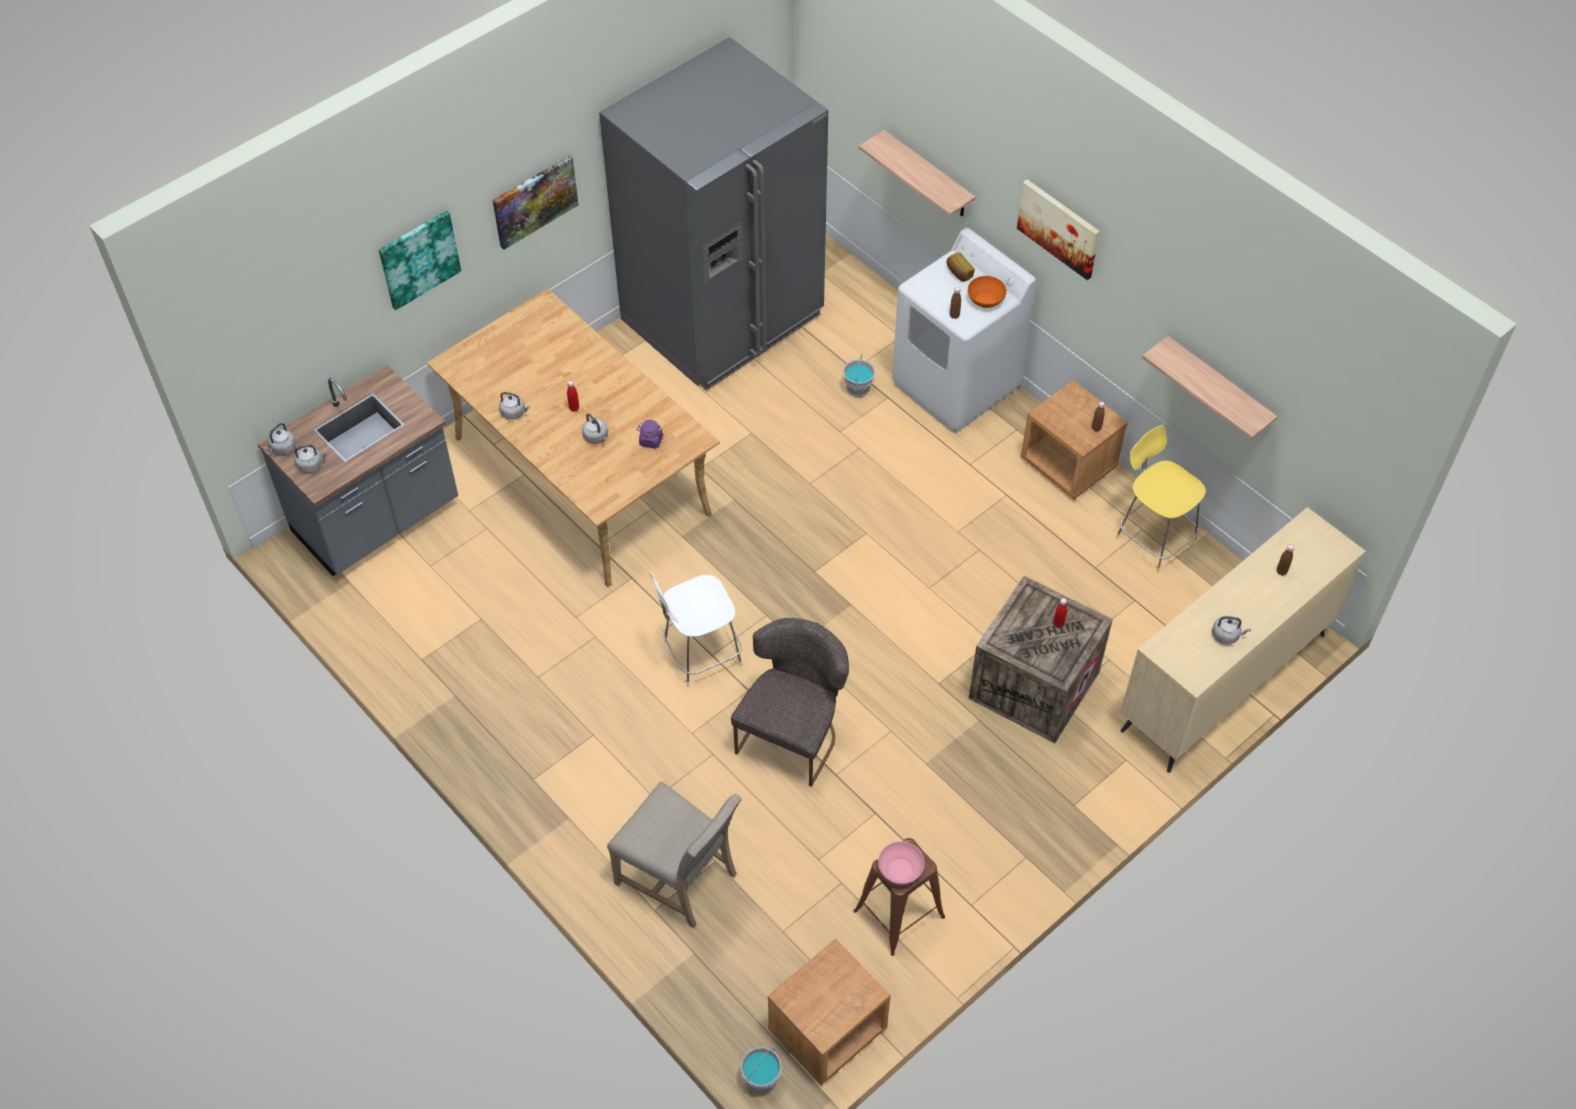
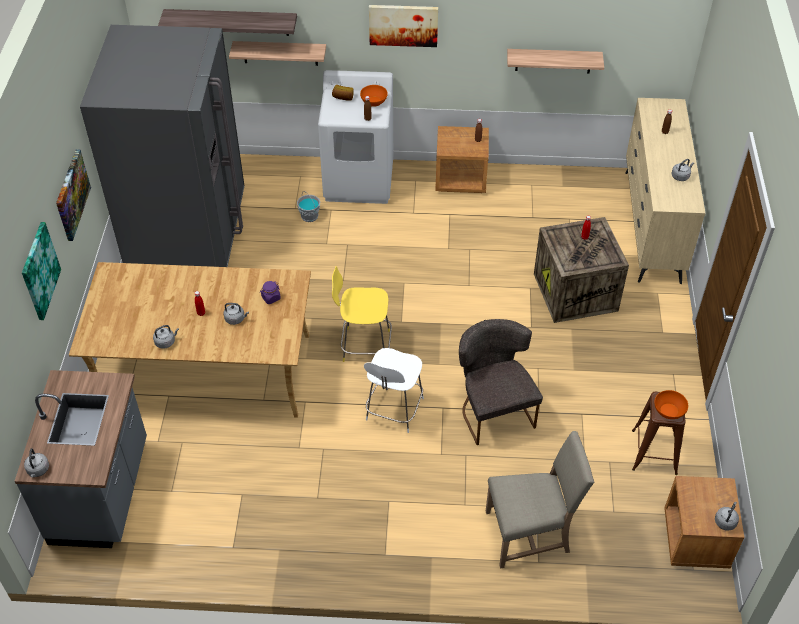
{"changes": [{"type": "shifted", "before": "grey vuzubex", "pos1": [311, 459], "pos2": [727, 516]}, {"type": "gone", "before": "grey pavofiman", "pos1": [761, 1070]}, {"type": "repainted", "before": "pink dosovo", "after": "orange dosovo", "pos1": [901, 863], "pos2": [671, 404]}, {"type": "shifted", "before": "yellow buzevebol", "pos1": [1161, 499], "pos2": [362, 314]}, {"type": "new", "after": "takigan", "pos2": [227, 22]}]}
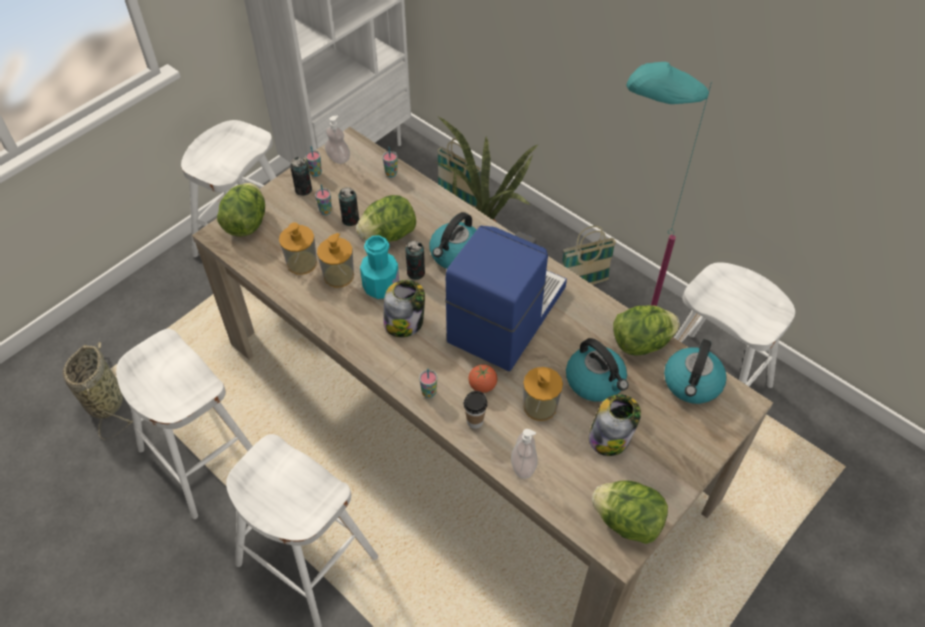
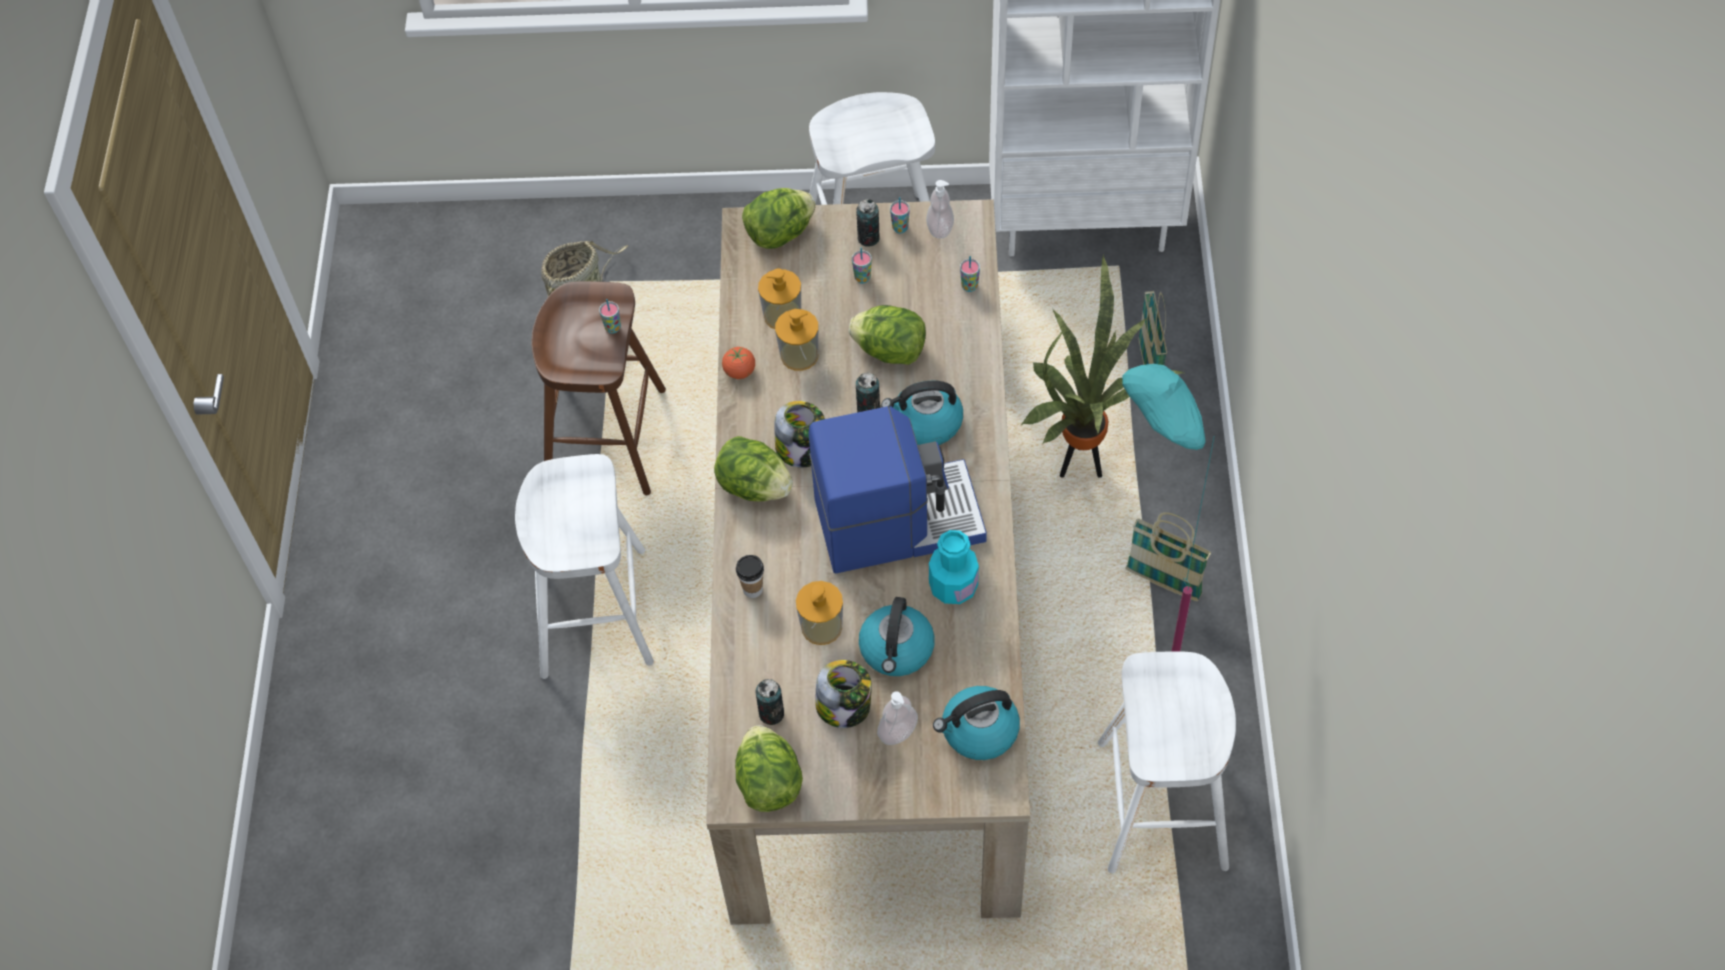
{"changes": [{"type": "repainted", "before": "white buzevebol", "after": "brown buzevebol", "pos1": [184, 424], "pos2": [598, 388]}, {"type": "shifted", "before": "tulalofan", "pos1": [348, 206], "pos2": [769, 702]}, {"type": "shifted", "before": "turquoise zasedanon", "pos1": [379, 267], "pos2": [954, 567]}, {"type": "shifted", "before": "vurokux", "pos1": [428, 383], "pos2": [610, 316]}, {"type": "shifted", "before": "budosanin", "pos1": [483, 379], "pos2": [738, 363]}, {"type": "shifted", "before": "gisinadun", "pos1": [524, 454], "pos2": [897, 718]}, {"type": "shifted", "before": "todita", "pos1": [646, 330], "pos2": [753, 468]}]}
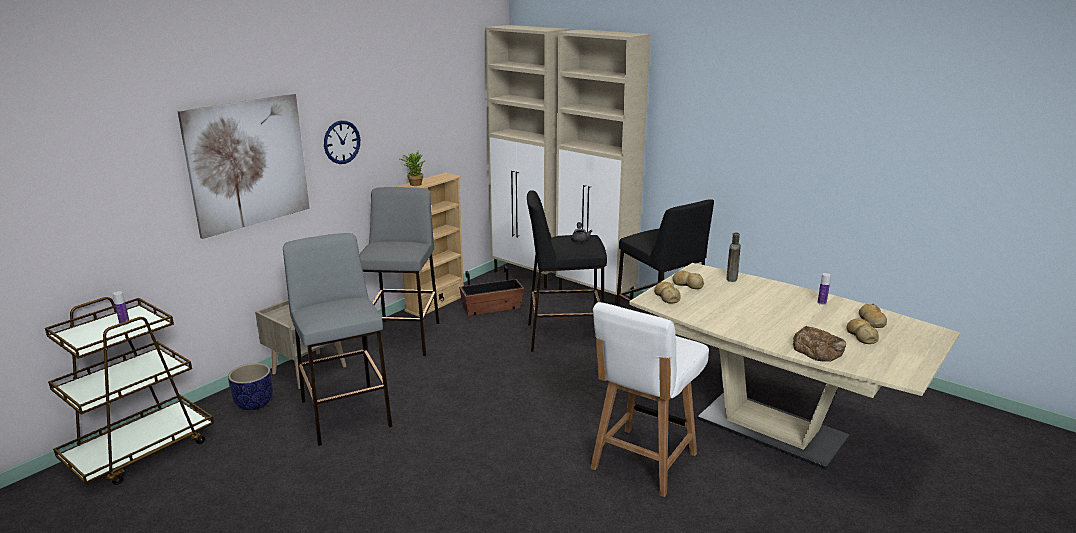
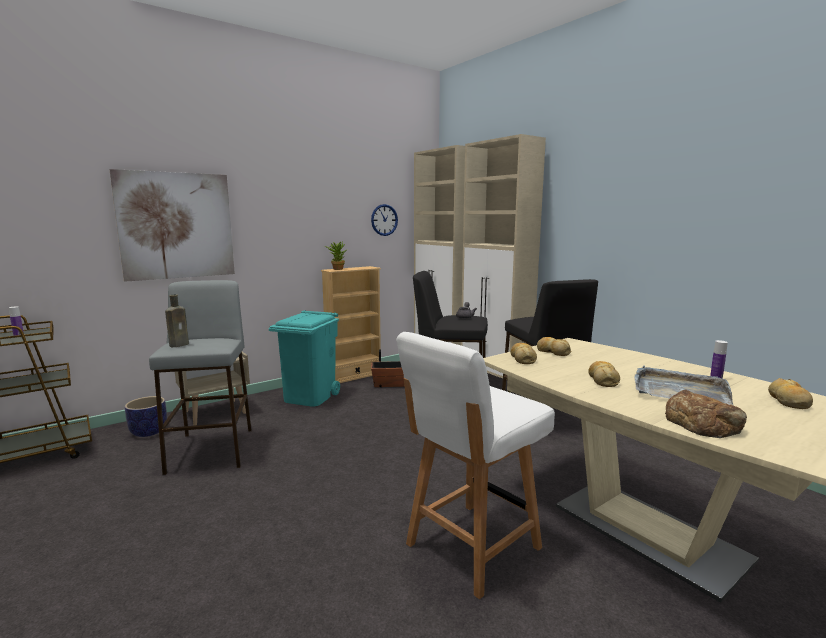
{"changes": [{"type": "shifted", "before": "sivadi", "pos1": [342, 142], "pos2": [384, 220]}, {"type": "swapped", "before": "grey buzevebol", "after": "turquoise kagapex", "pos1": [400, 271], "pos2": [304, 358]}, {"type": "shifted", "before": "brown zasedanon", "pos1": [733, 257], "pos2": [177, 320]}, {"type": "shifted", "before": "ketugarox", "pos1": [862, 331], "pos2": [604, 374]}, {"type": "new", "after": "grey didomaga", "pos2": [684, 386]}]}
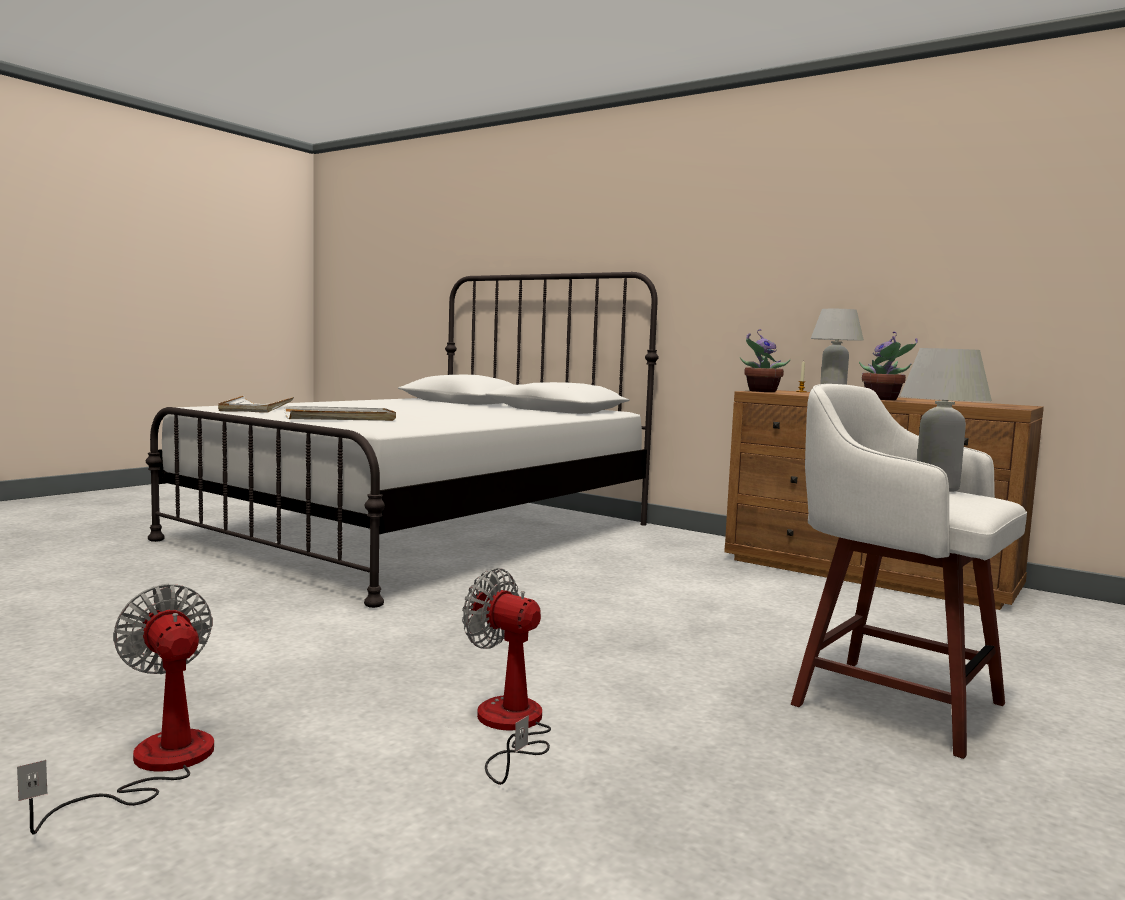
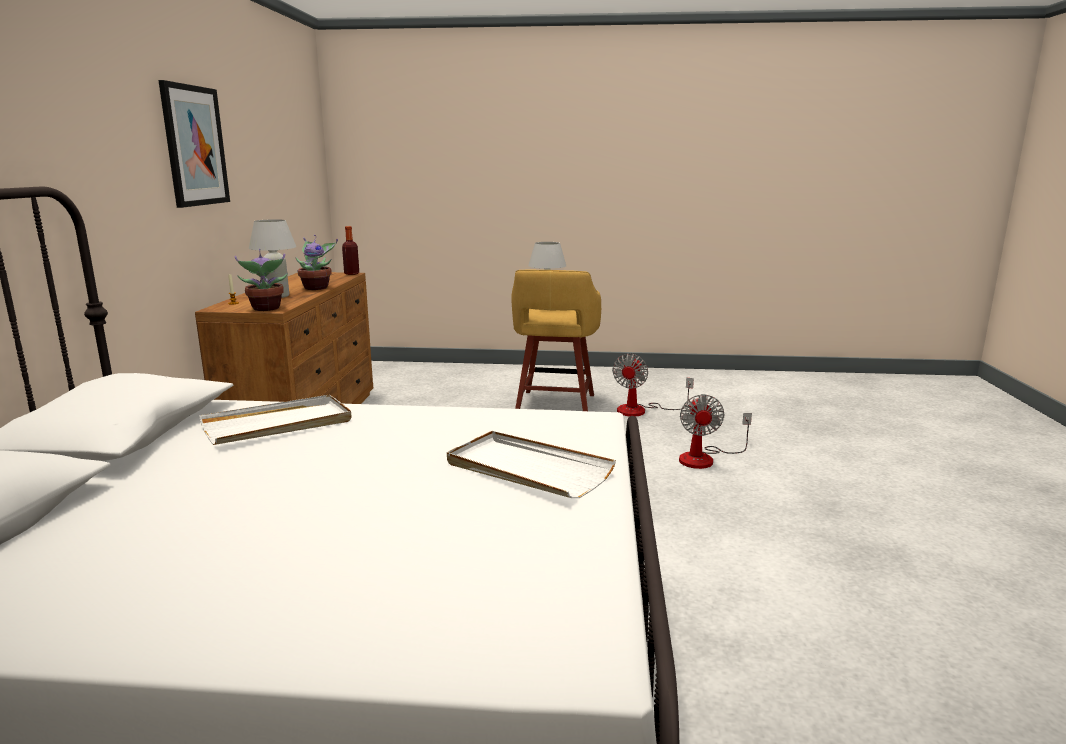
{"changes": [{"type": "shifted", "before": "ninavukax", "pos1": [115, 709], "pos2": [653, 385]}, {"type": "shifted", "before": "white didomaga", "pos1": [256, 404], "pos2": [275, 420]}, {"type": "repainted", "before": "white buzevebol", "after": "yellow buzevebol", "pos1": [909, 571], "pos2": [556, 340]}, {"type": "new", "after": "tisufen", "pos2": [194, 144]}, {"type": "new", "after": "zasedanon", "pos2": [350, 250]}]}
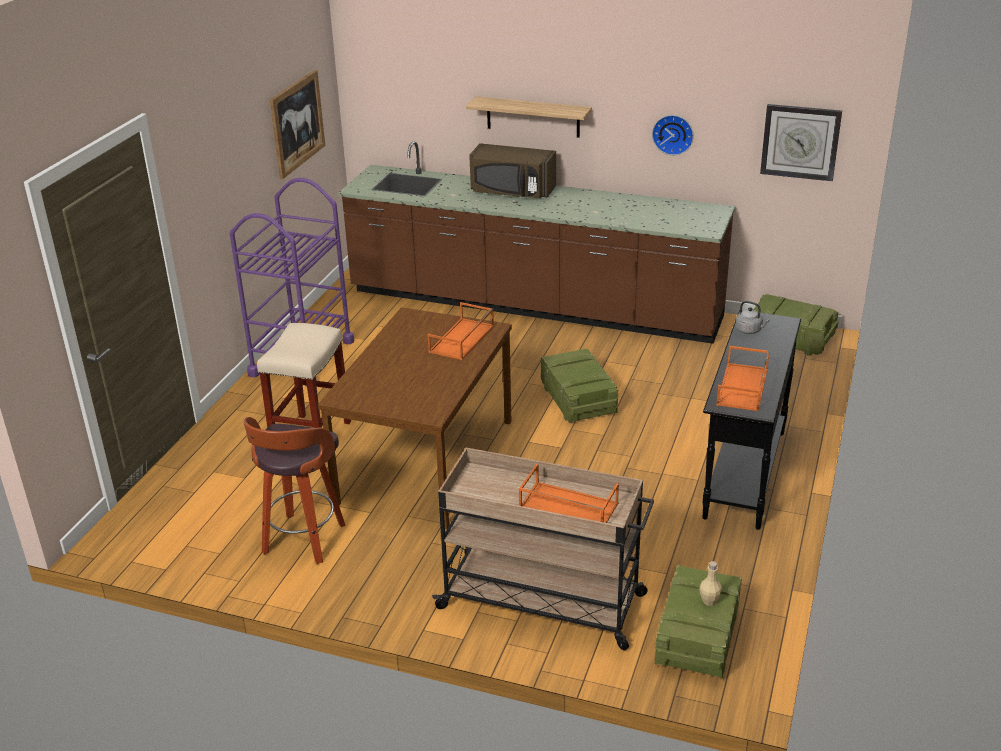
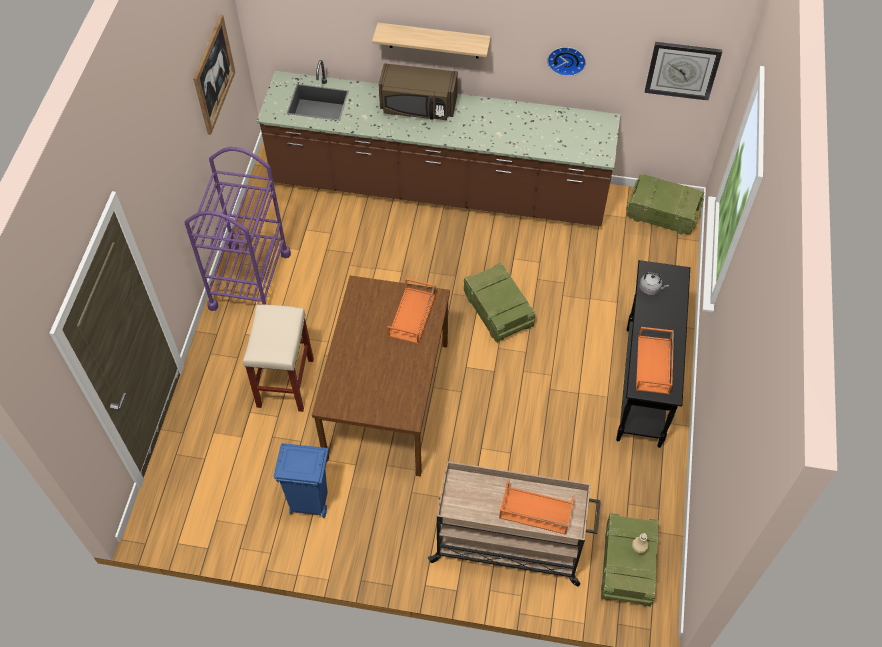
{"changes": [{"type": "swapped", "before": "buzevebol", "after": "blue kagapex", "pos1": [294, 490], "pos2": [301, 480]}]}
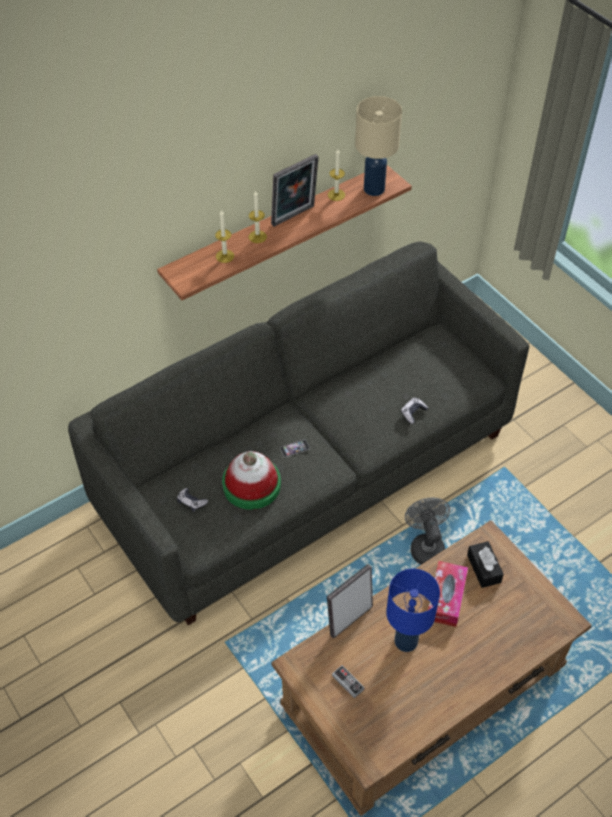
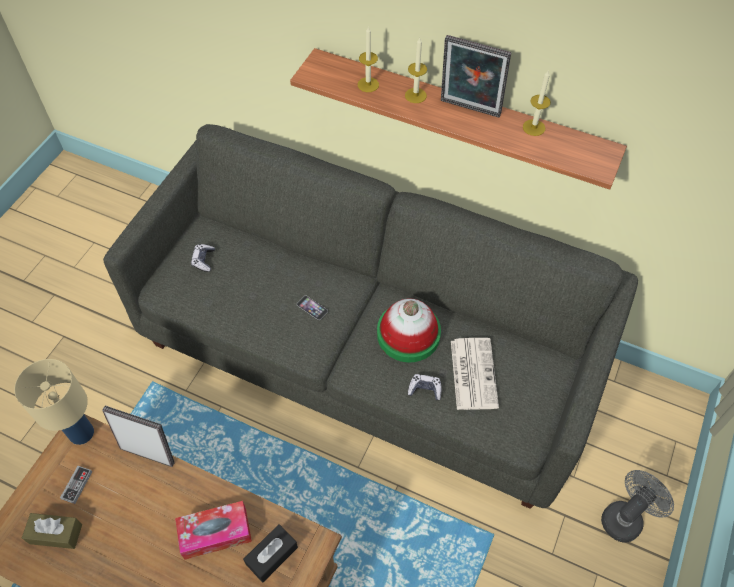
{"changes": [{"type": "shifted", "before": "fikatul", "pos1": [251, 480], "pos2": [409, 330]}, {"type": "shifted", "before": "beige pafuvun", "pos1": [378, 146], "pos2": [54, 402]}, {"type": "gone", "before": "blue pafuvun", "pos1": [413, 610]}, {"type": "shifted", "before": "grey ninavukax", "pos1": [427, 531], "pos2": [637, 506]}, {"type": "new", "after": "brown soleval", "pos2": [52, 531]}, {"type": "new", "after": "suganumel", "pos2": [475, 374]}]}
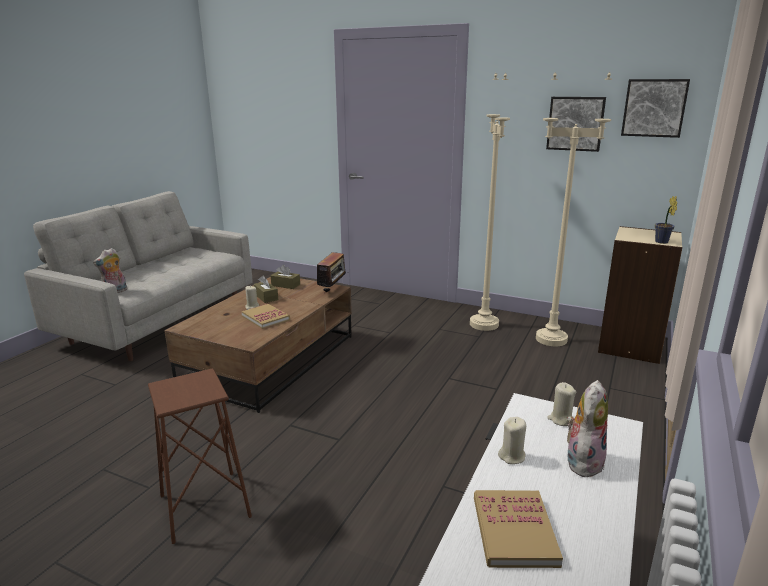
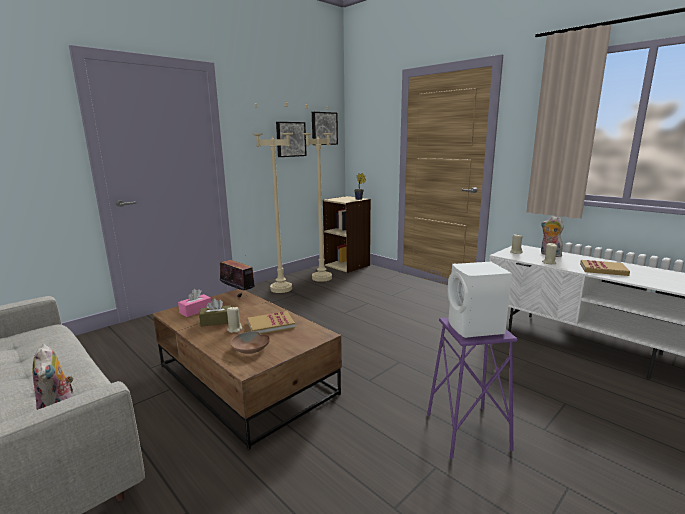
{"changes": [{"type": "repainted", "before": "brown buzevebol", "after": "purple buzevebol", "pos1": [200, 456], "pos2": [472, 388]}, {"type": "repainted", "before": "brown soleval", "after": "pink soleval", "pos1": [285, 277], "pos2": [195, 303]}, {"type": "new", "after": "brown dosovo", "pos2": [250, 342]}, {"type": "new", "after": "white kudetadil", "pos2": [479, 300]}]}
